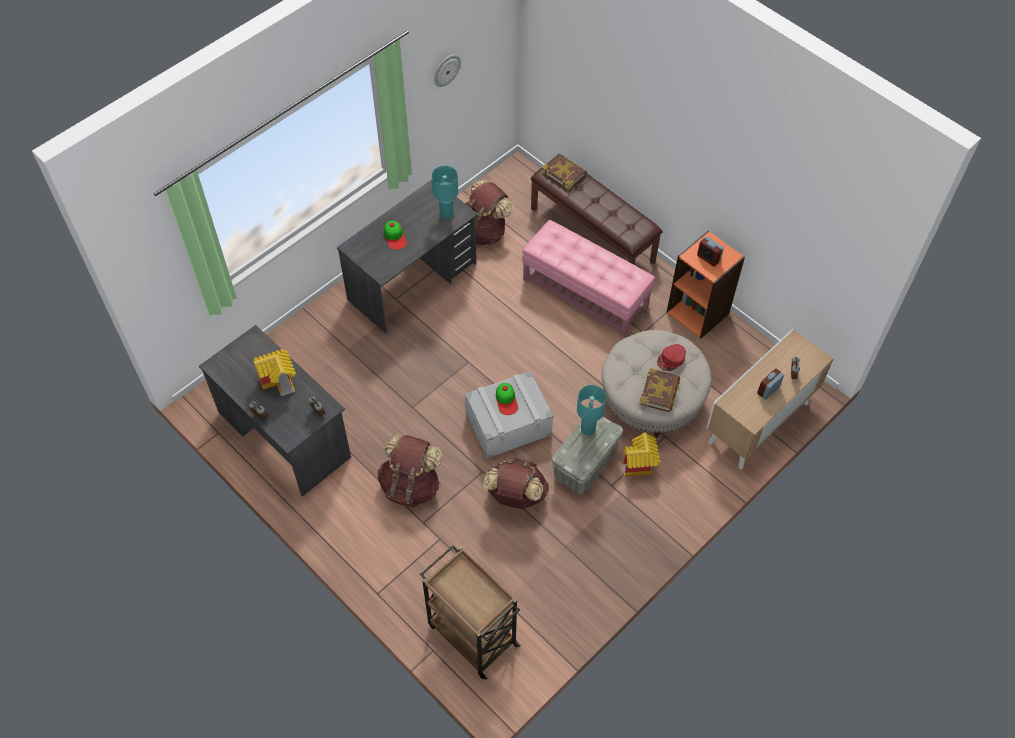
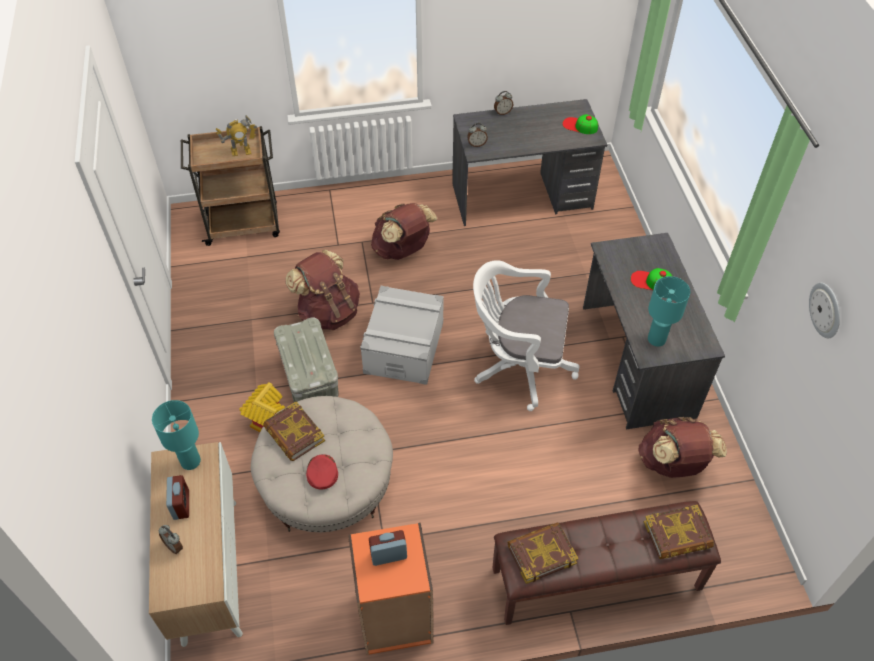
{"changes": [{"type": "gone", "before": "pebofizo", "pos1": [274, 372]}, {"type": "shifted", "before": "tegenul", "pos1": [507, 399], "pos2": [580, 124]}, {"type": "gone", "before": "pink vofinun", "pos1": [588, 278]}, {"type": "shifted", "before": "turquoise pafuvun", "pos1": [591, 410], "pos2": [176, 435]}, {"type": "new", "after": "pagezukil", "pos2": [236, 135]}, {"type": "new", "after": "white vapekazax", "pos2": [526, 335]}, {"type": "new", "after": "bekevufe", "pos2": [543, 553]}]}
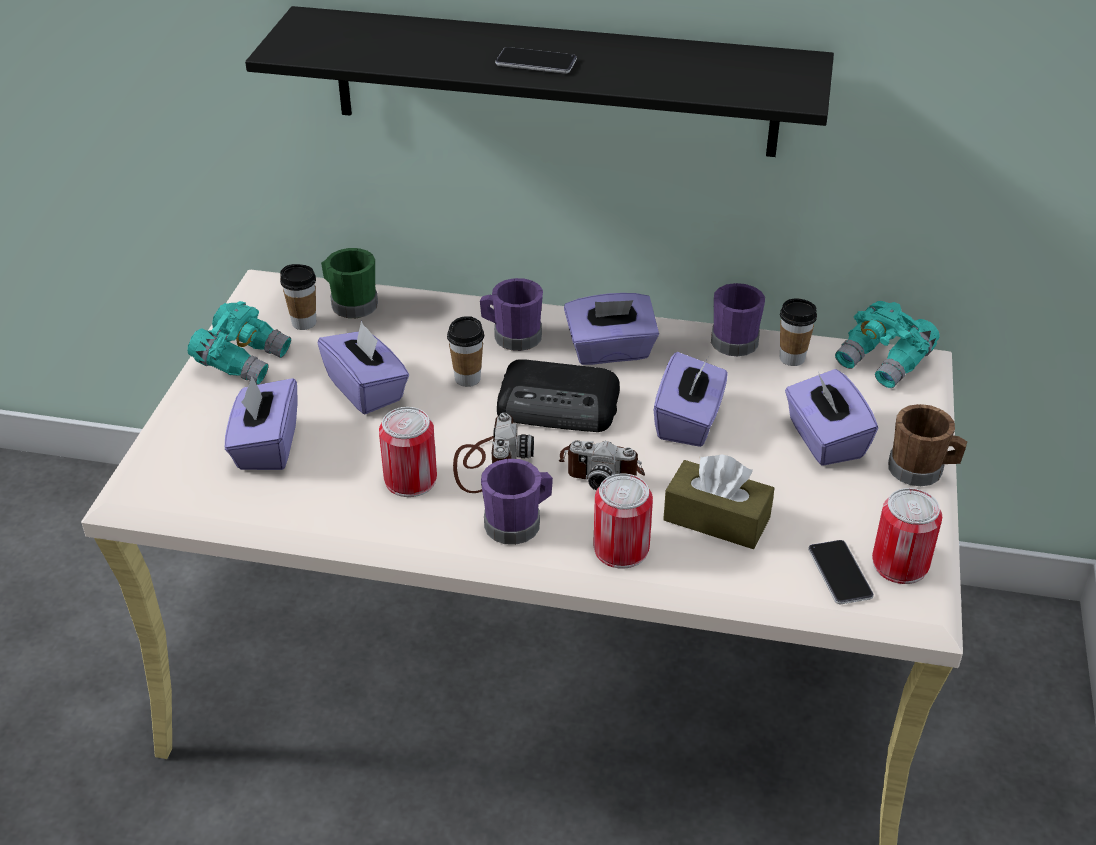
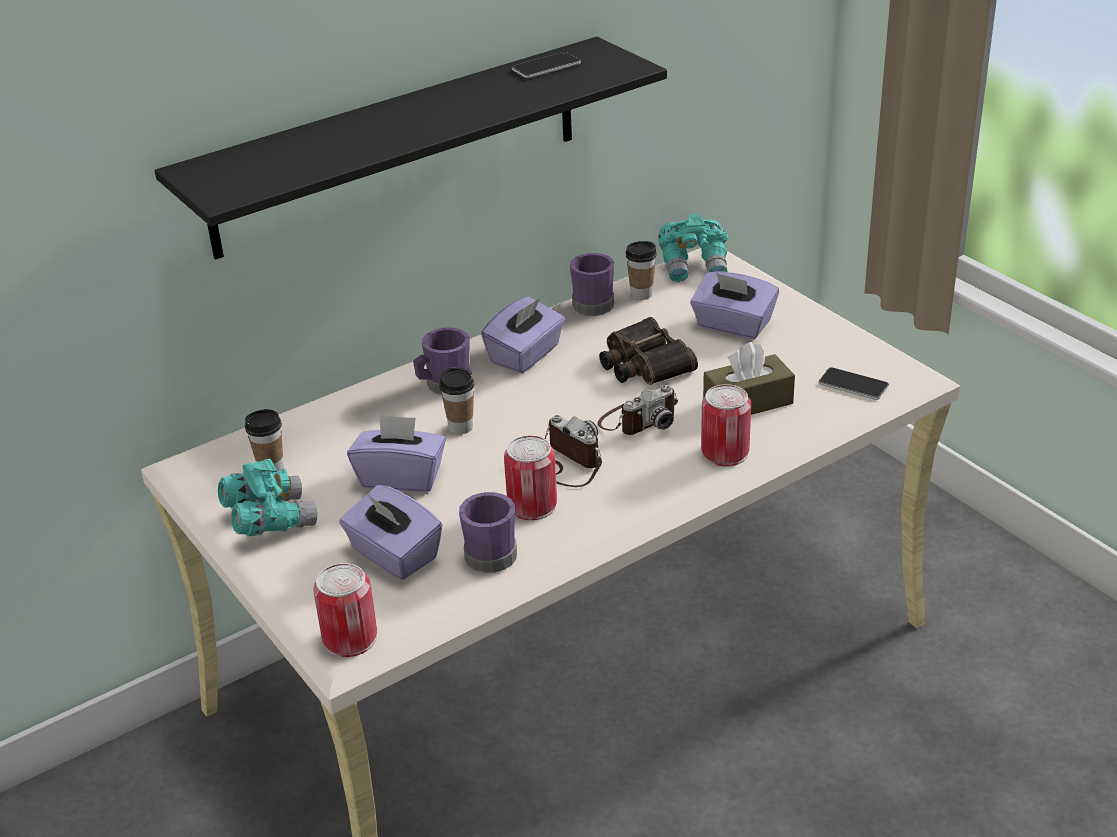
{"changes": [{"type": "gone", "before": "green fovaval", "pos1": [349, 283]}, {"type": "shifted", "before": "purple fovaval", "pos1": [517, 502], "pos2": [488, 532]}, {"type": "shifted", "before": "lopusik", "pos1": [536, 60], "pos2": [546, 65]}, {"type": "gone", "before": "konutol", "pos1": [558, 395]}, {"type": "swapped", "before": "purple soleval", "after": "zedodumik", "pos1": [691, 399], "pos2": [648, 351]}, {"type": "shifted", "before": "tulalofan", "pos1": [907, 536], "pos2": [345, 610]}, {"type": "gone", "before": "brown fovaval", "pos1": [927, 445]}]}
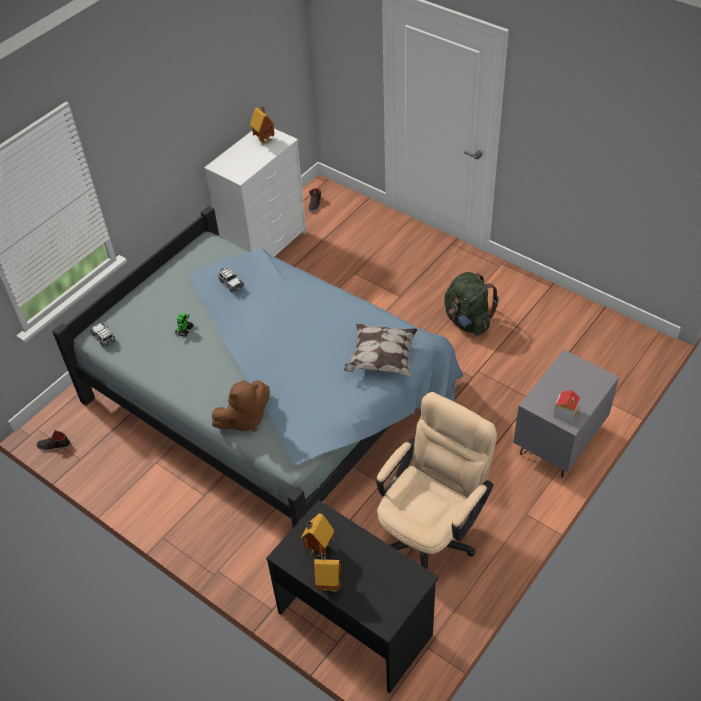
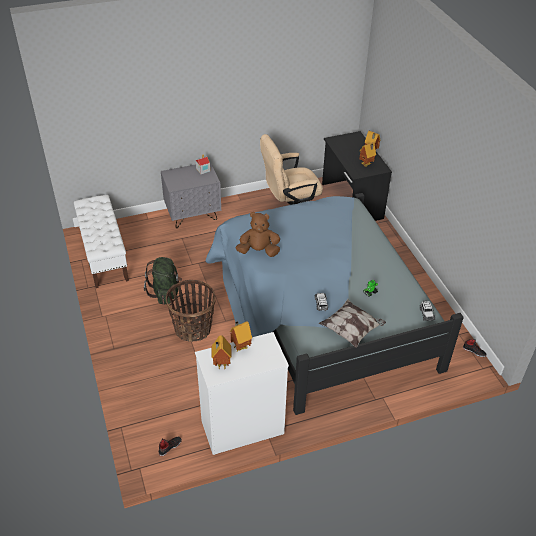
{"changes": [{"type": "shifted", "before": "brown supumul", "pos1": [241, 406], "pos2": [258, 234]}, {"type": "shifted", "before": "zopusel", "pos1": [381, 349], "pos2": [352, 323]}, {"type": "new", "after": "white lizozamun", "pos2": [101, 241]}, {"type": "new", "after": "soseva", "pos2": [191, 311]}, {"type": "new", "after": "pebofizo", "pos2": [241, 336]}]}
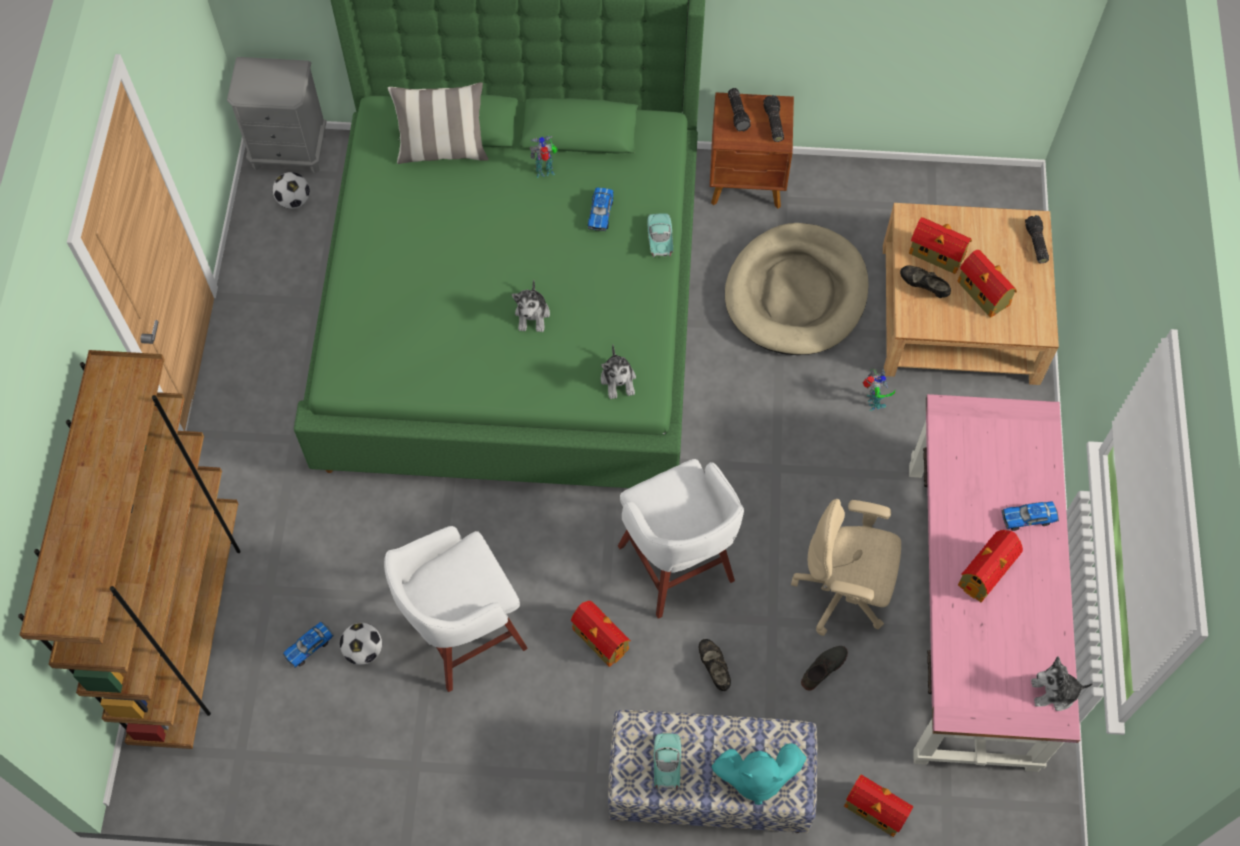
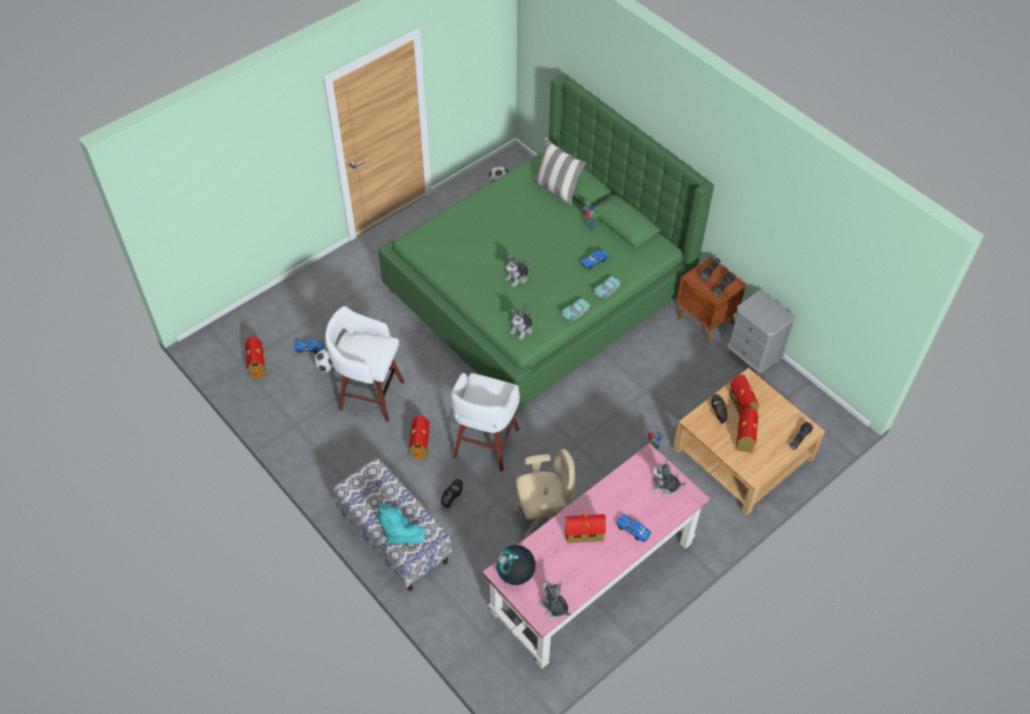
{"changes": [{"type": "gone", "before": "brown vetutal", "pos1": [129, 549]}, {"type": "shifted", "before": "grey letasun", "pos1": [277, 115], "pos2": [761, 333]}, {"type": "shifted", "before": "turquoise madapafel", "pos1": [667, 761], "pos2": [575, 310]}, {"type": "gone", "before": "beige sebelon", "pos1": [797, 289]}, {"type": "rotated", "before": "beige vapekazax", "pos1": [846, 567], "pos2": [545, 494], "turn": 105}, {"type": "gone", "before": "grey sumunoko", "pos1": [824, 668]}, {"type": "shifted", "before": "pebofizo", "pos1": [879, 805], "pos2": [255, 357]}, {"type": "new", "after": "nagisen", "pos2": [516, 565]}, {"type": "new", "after": "supumul", "pos2": [669, 477]}]}
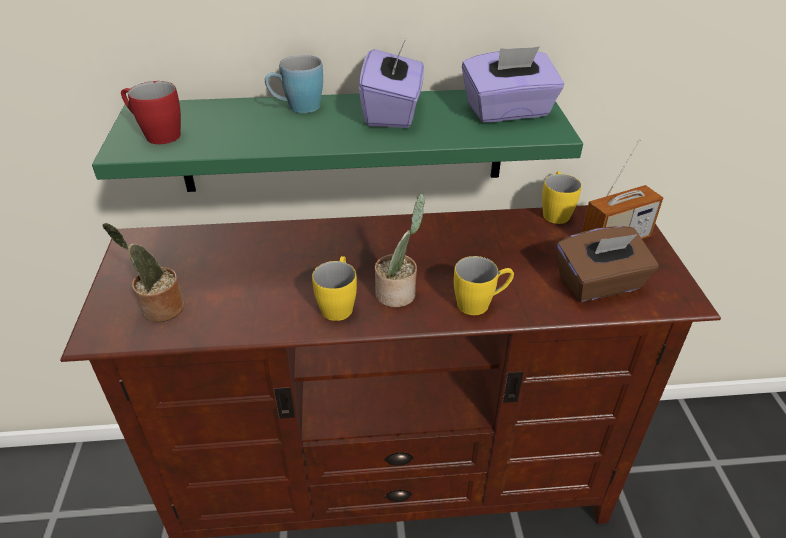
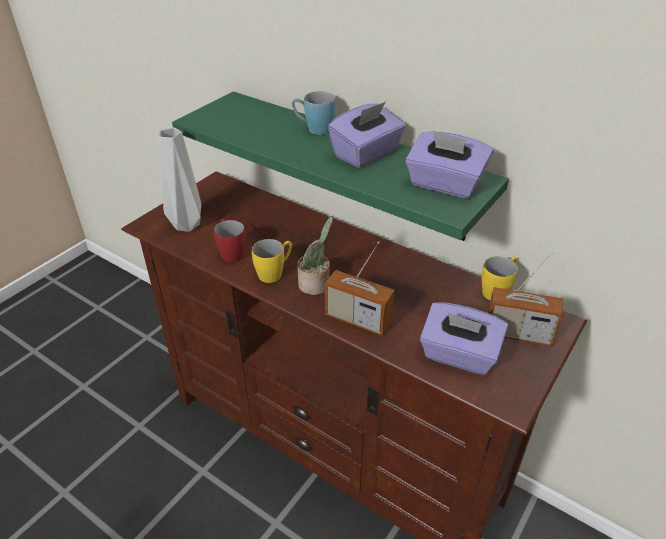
{"changes": [{"type": "swapped", "before": "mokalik", "after": "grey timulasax", "pos1": [143, 272], "pos2": [180, 179]}, {"type": "shifted", "before": "red fovaval", "pos1": [151, 112], "pos2": [230, 240]}, {"type": "swapped", "before": "yellow fovaval", "after": "konutol", "pos1": [484, 285], "pos2": [359, 288]}, {"type": "repainted", "before": "brown soleval", "after": "purple soleval", "pos1": [608, 264], "pos2": [464, 338]}]}
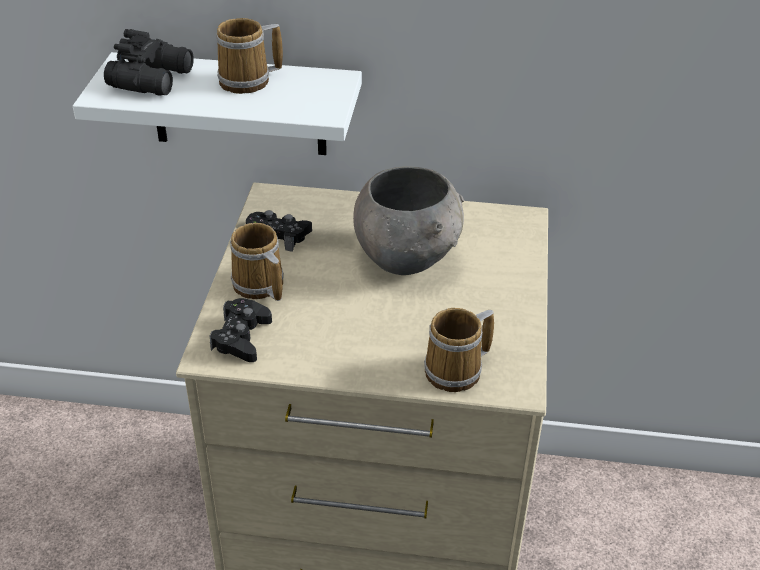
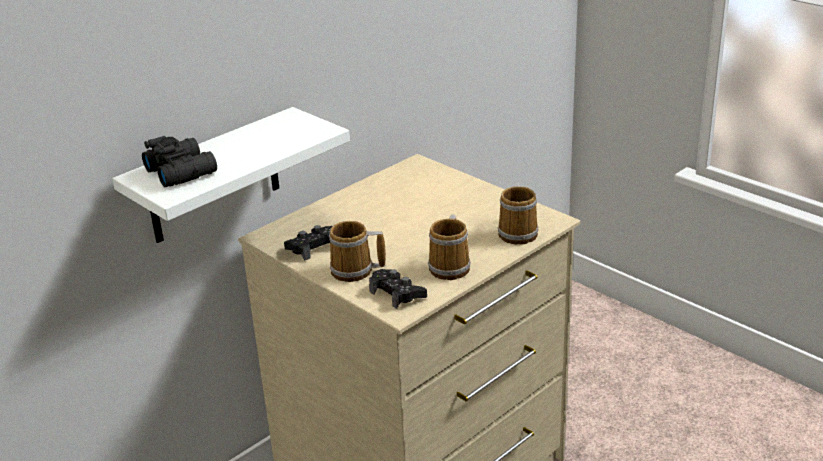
{"changes": [{"type": "shifted", "before": "fovaval", "pos1": [249, 56], "pos2": [449, 247]}, {"type": "gone", "before": "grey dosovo", "pos1": [408, 220]}]}
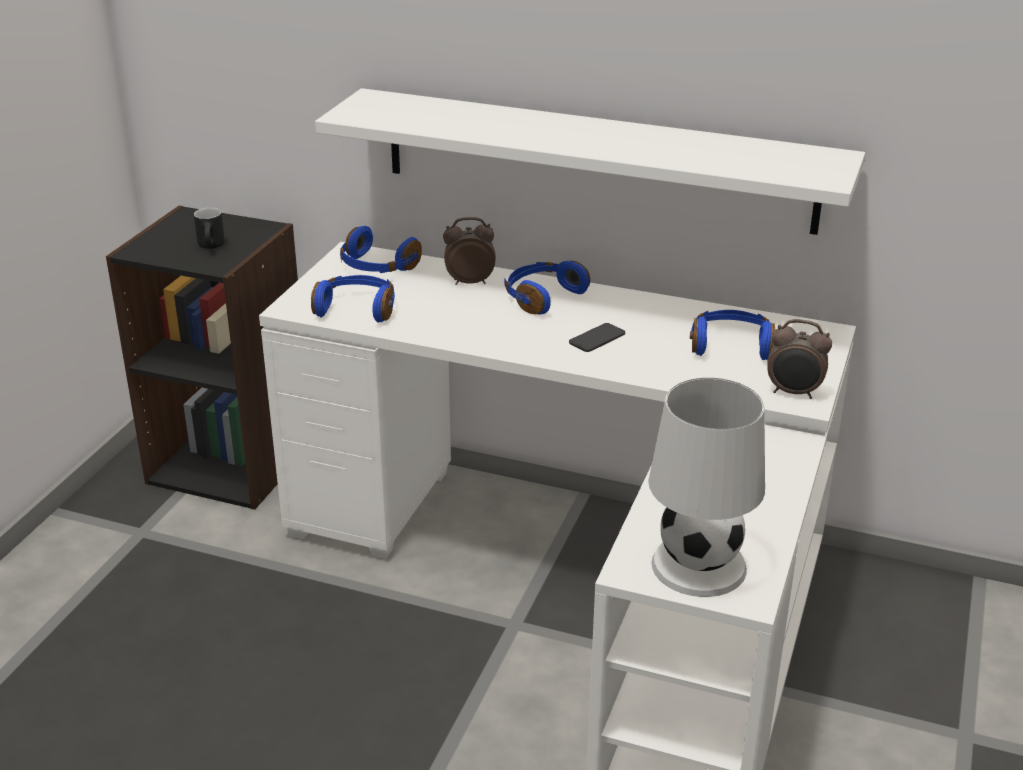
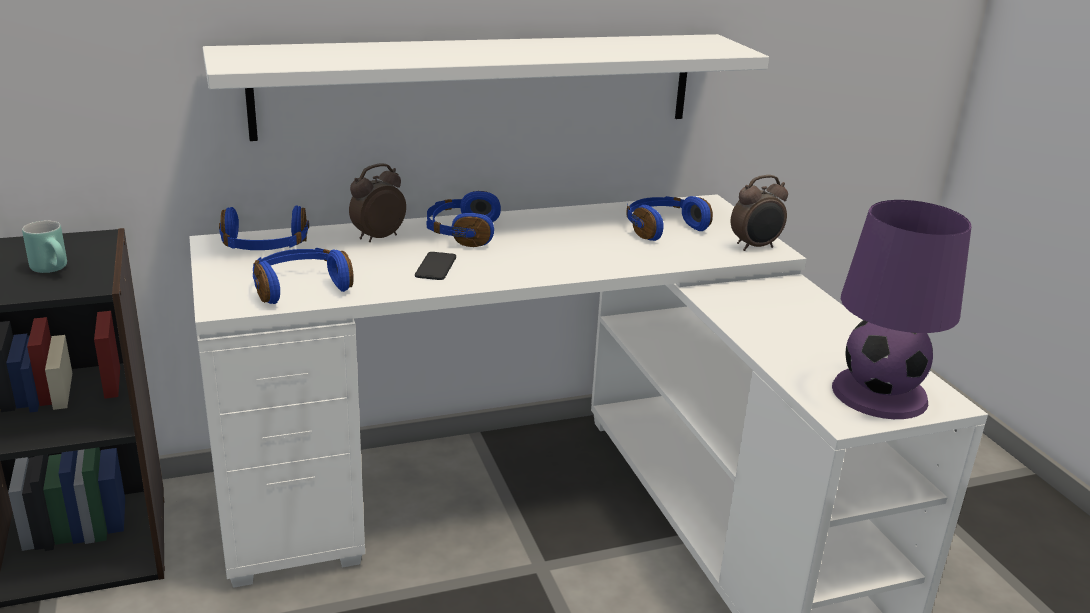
{"changes": [{"type": "repainted", "before": "black fovaval", "after": "turquoise fovaval", "pos1": [209, 228], "pos2": [44, 247]}, {"type": "shifted", "before": "lopusik", "pos1": [597, 337], "pos2": [435, 266]}, {"type": "repainted", "before": "white pafuvun", "after": "purple pafuvun", "pos1": [706, 487], "pos2": [902, 309]}]}
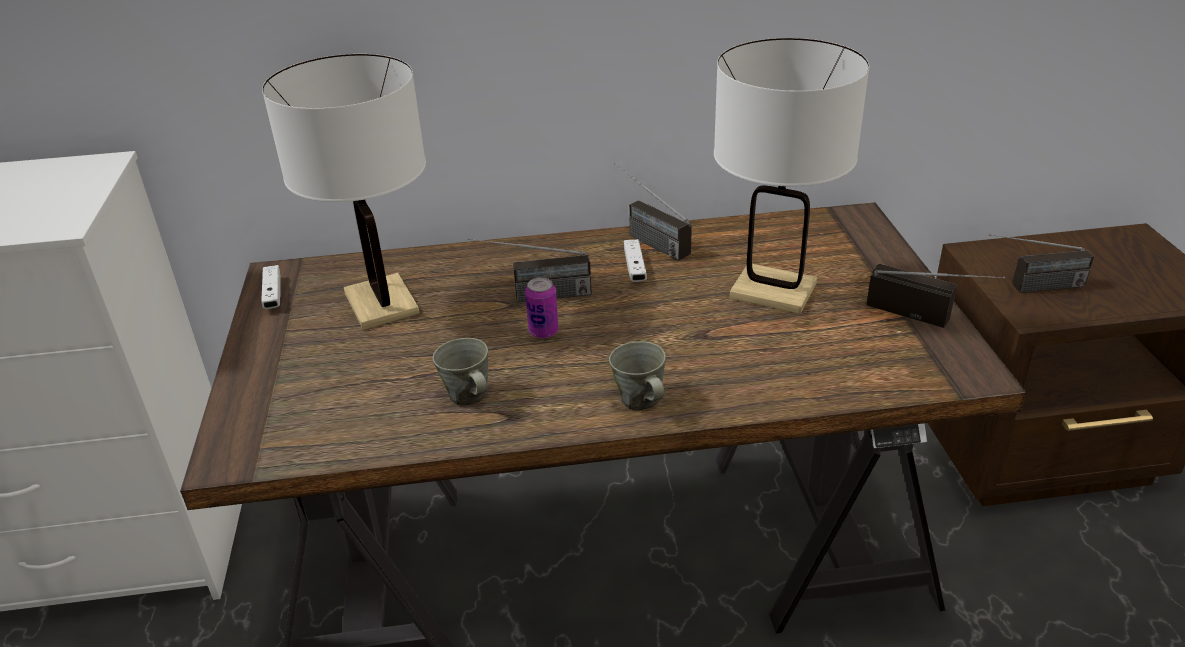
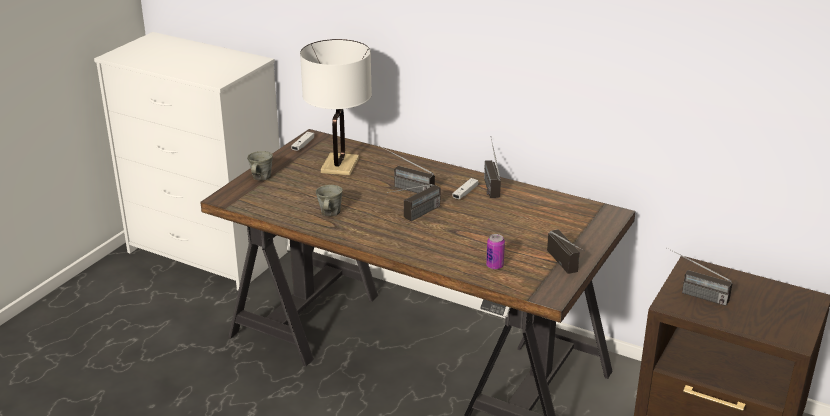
{"changes": [{"type": "shifted", "before": "tulalofan", "pos1": [542, 308], "pos2": [495, 252]}, {"type": "shifted", "before": "grey fovaval", "pos1": [637, 375], "pos2": [260, 166]}, {"type": "gone", "before": "white pafuvun", "pos1": [792, 176]}, {"type": "new", "after": "konutol", "pos2": [414, 202]}]}
